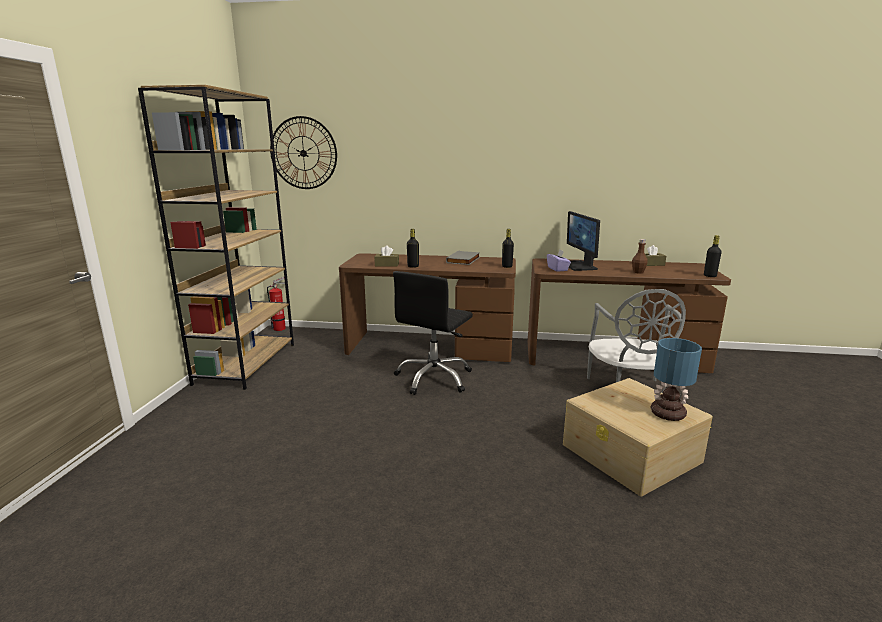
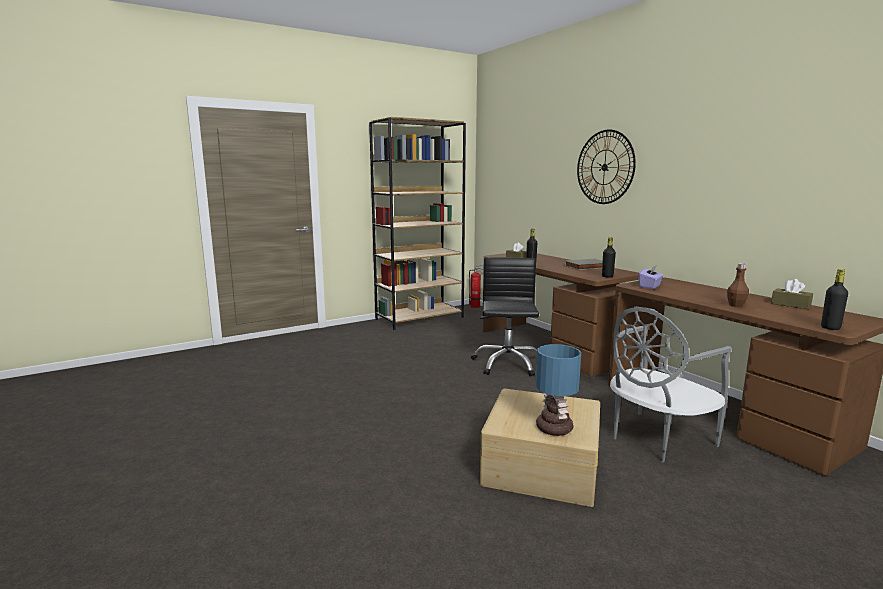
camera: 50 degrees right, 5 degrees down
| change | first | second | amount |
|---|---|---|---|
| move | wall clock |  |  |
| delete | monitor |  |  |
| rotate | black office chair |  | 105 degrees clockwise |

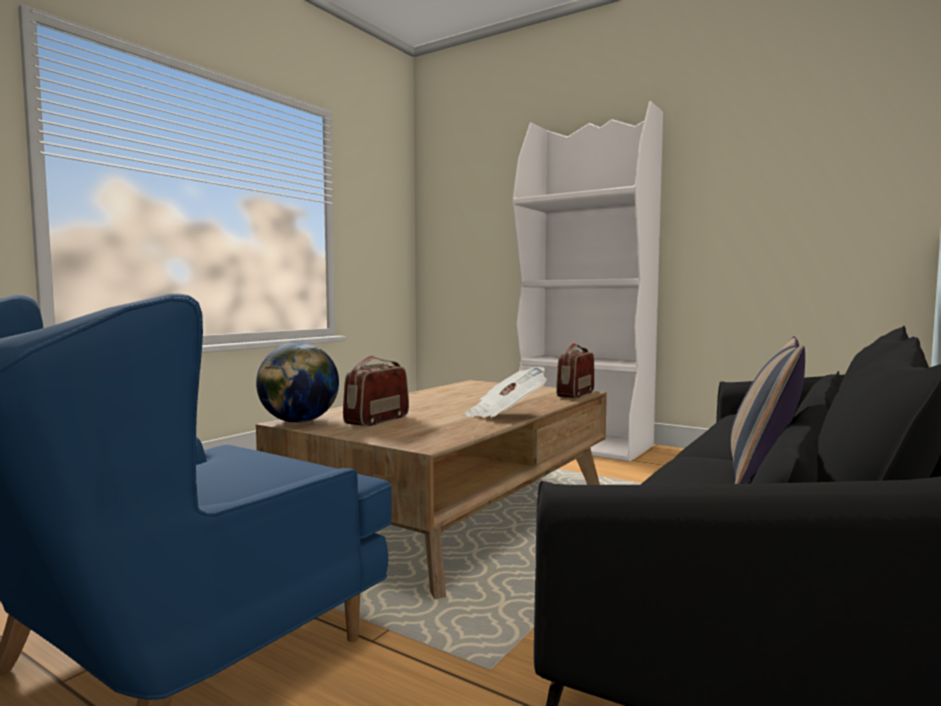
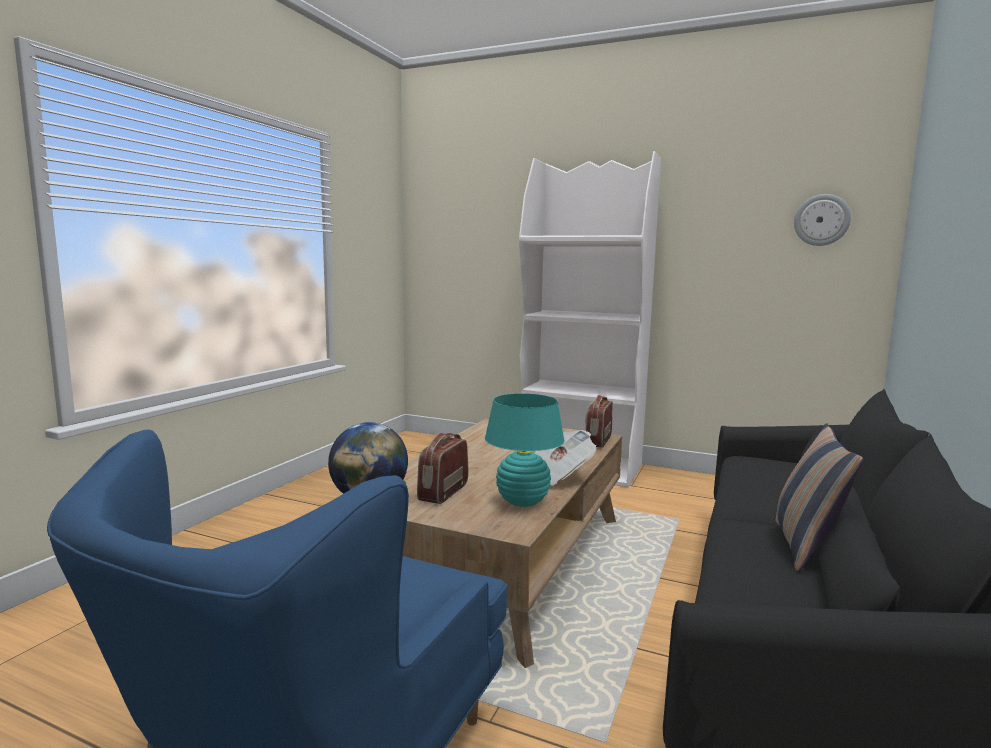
camera: 10 degrees left, 5 degrees up
| change | first | second | amount |
|---|---|---|---|
| insert |  | wall clock |  |
| insert |  | turquoise table lamp |  |

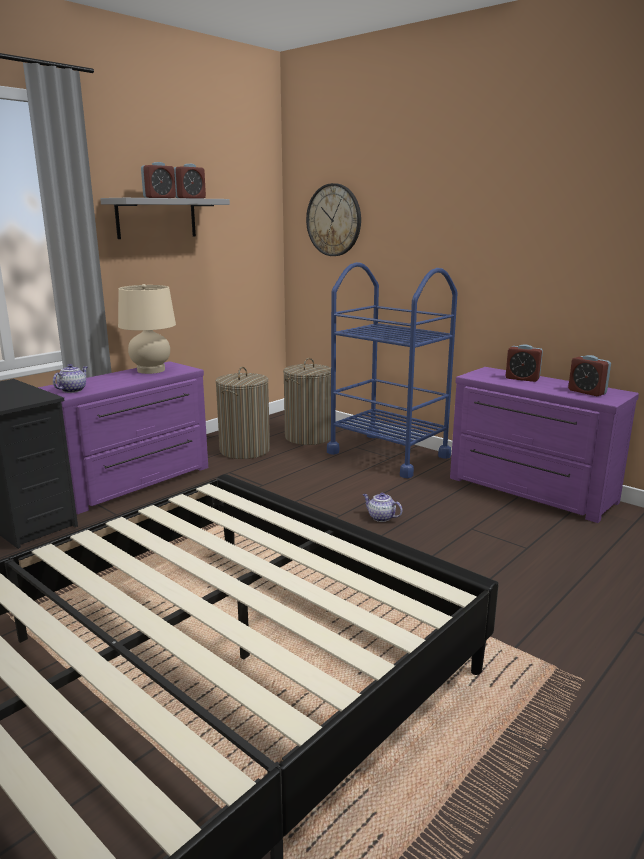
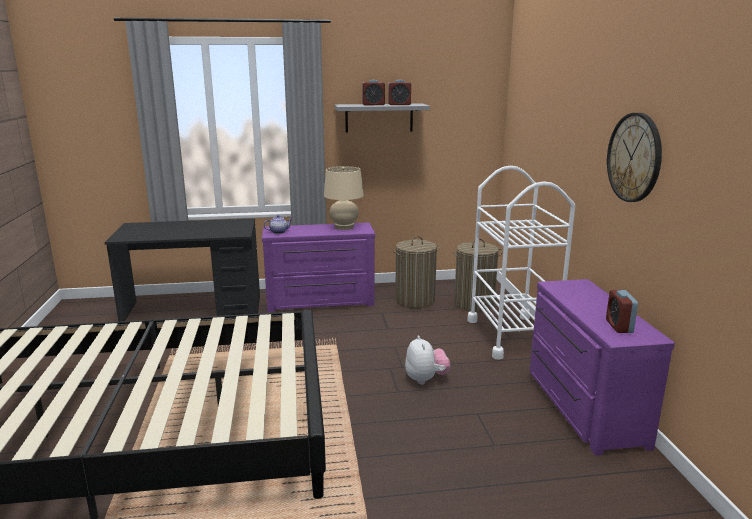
camera: 40 degrees right, 0 degrees up
| change | first | second | amount |
|---|---|---|---|
| move | wall clock |  |  |
| recolor | blue cart | white cart |  |
| delete | alarm clock (3rd from left) |  |  |
| replace | teapot (2nd from left) | plush toy |  |

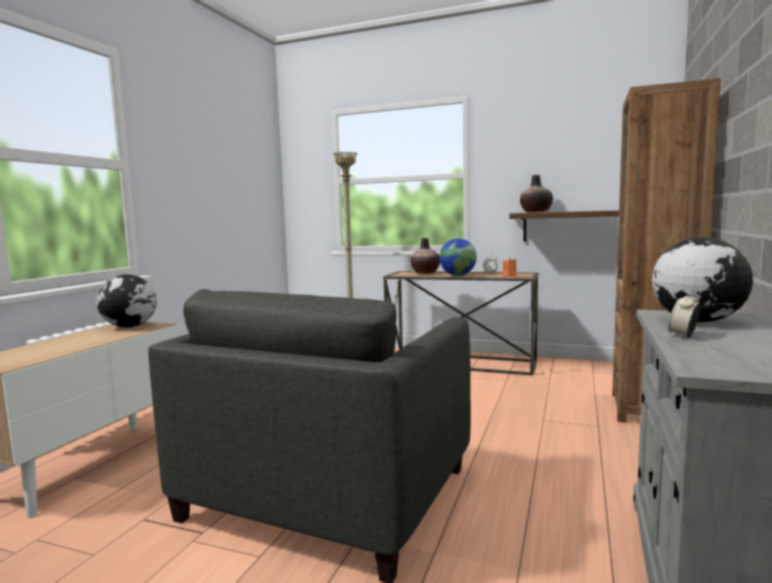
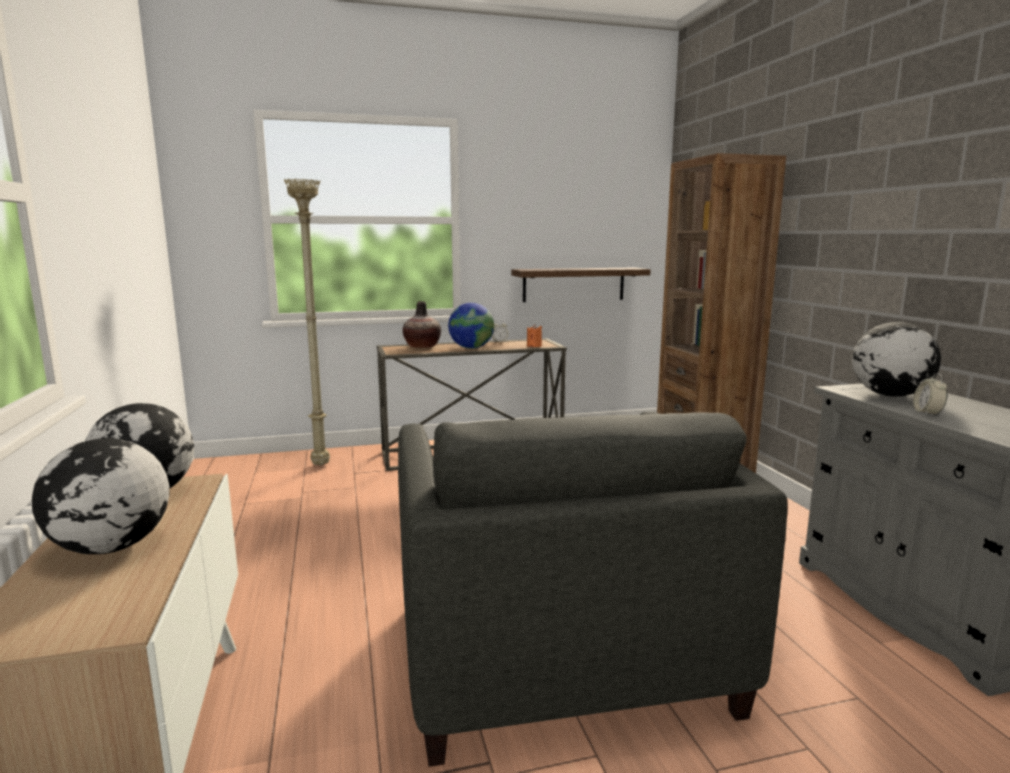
camera: 35 degrees left, 5 degrees up
| change | first | second | amount |
|---|---|---|---|
| delete | vase (2nd from left) |  |  |
| insert |  | globe (1st from left) |  |

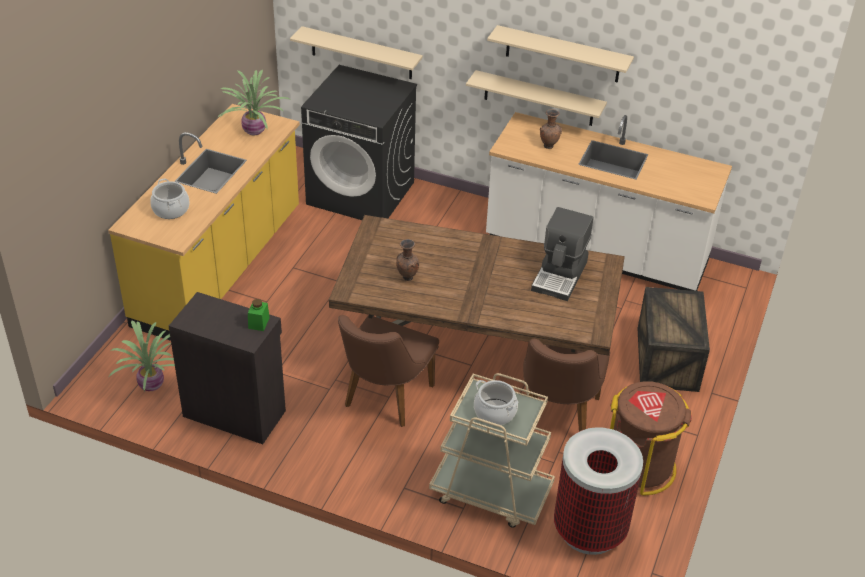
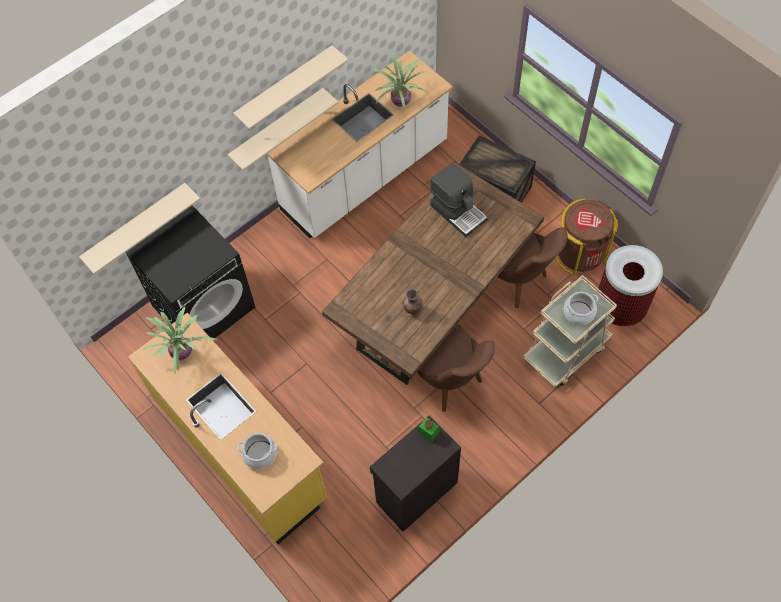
camera: 60 degrees left, 20 degrees up
| change | first | second | amount |
|---|---|---|---|
| delete | brown vase (2nd from left) |  |  |
| move | potted plant (1st from left in the first image) | potted plant (2nd from left) |  |

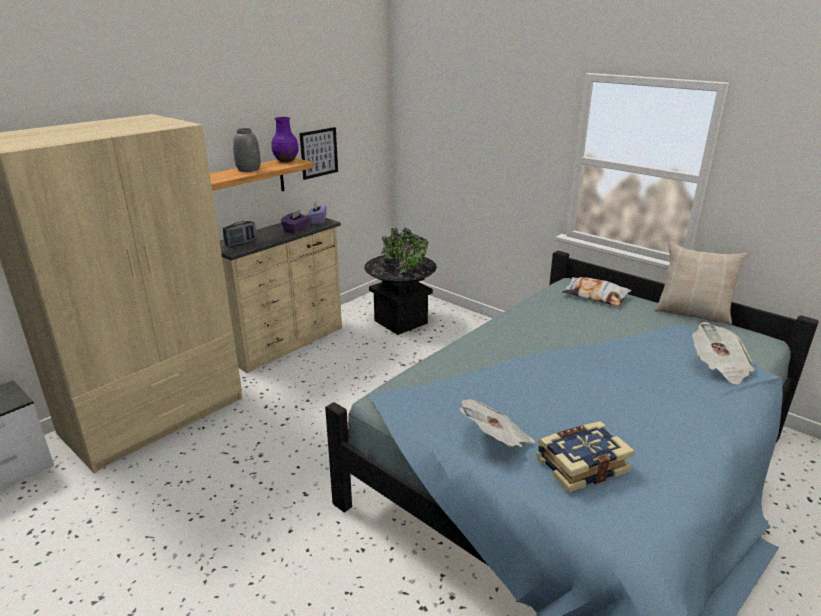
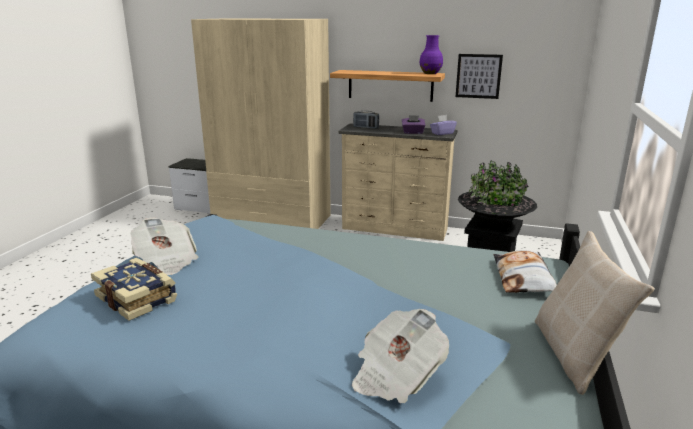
camera: 65 degrees right, 5 degrees down
| change | first | second | amount |
|---|---|---|---|
| delete | grey vase |  |  |

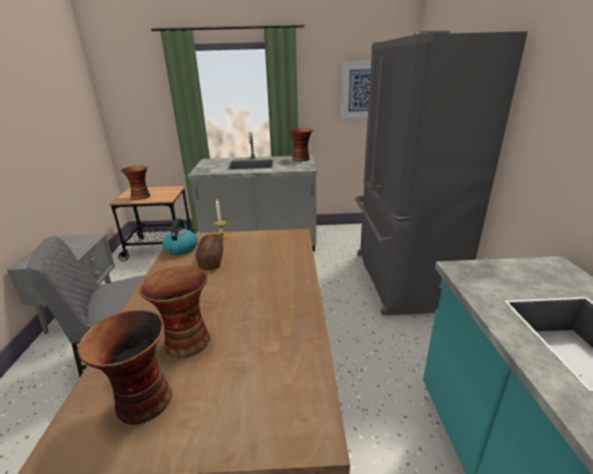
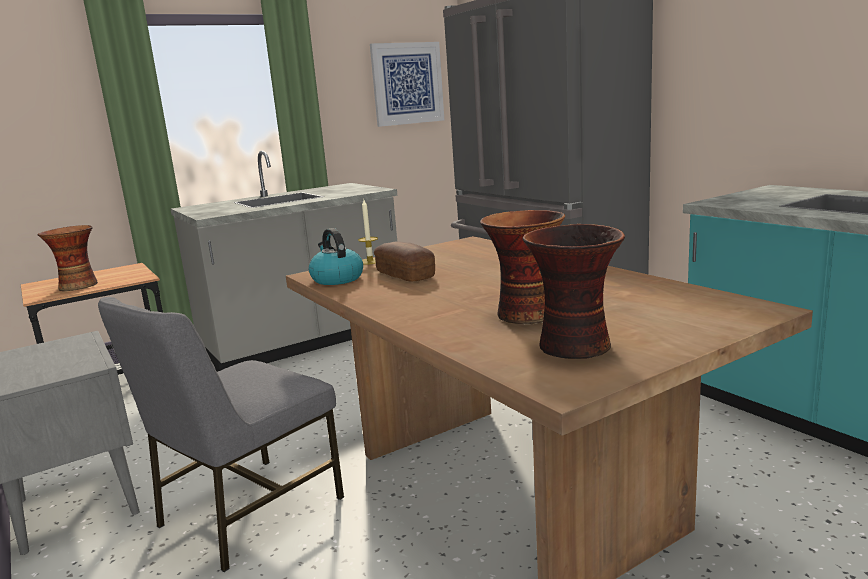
camera: 30 degrees left, 10 degrees down
| change | first | second | amount |
|---|---|---|---|
| delete | vase (4th from left) |  |  |

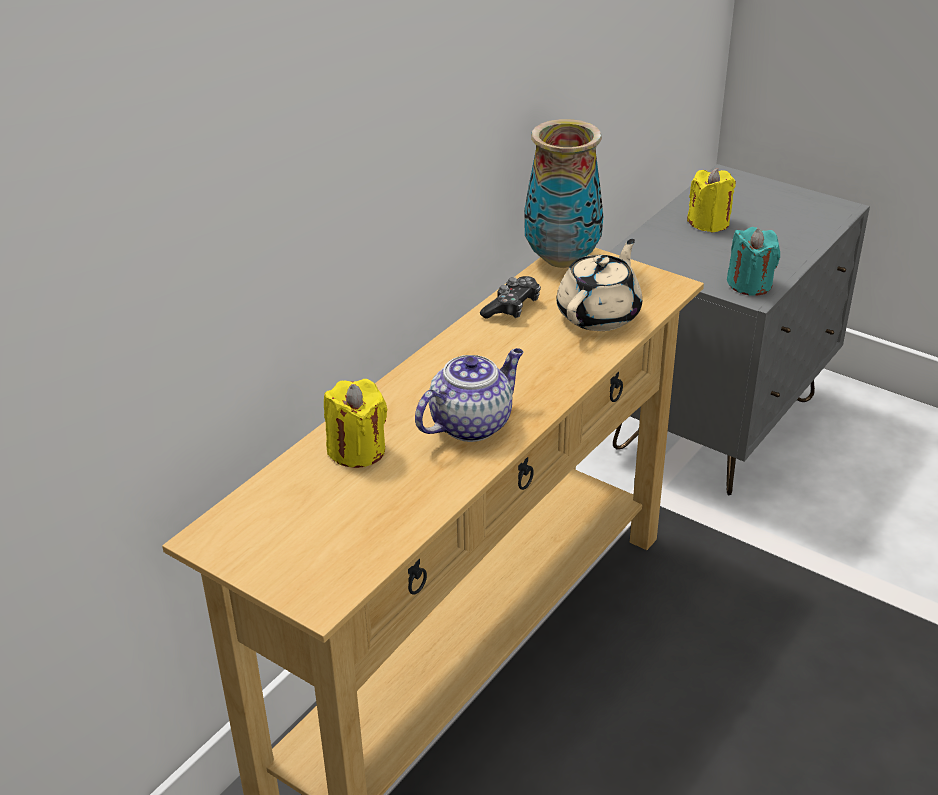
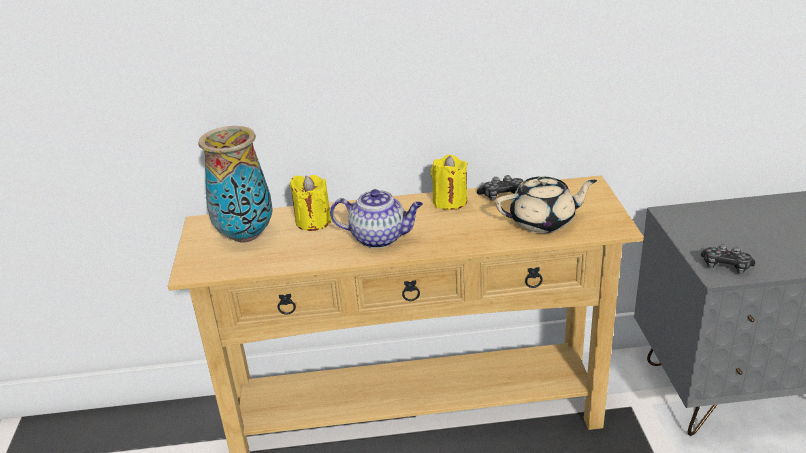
camera: 50 degrees right, 5 degrees down
| change | first | second | amount |
|---|---|---|---|
| move | vase |  |  |
| move | yellow candle (2nd from left) |  |  |
| replace | turquoise candle | game controller (2nd from left) |  |

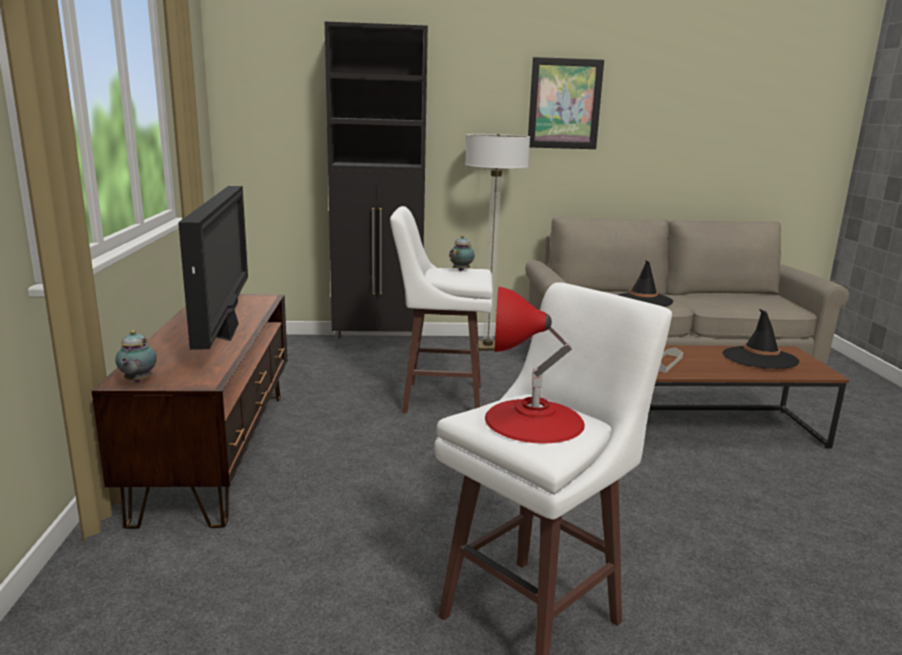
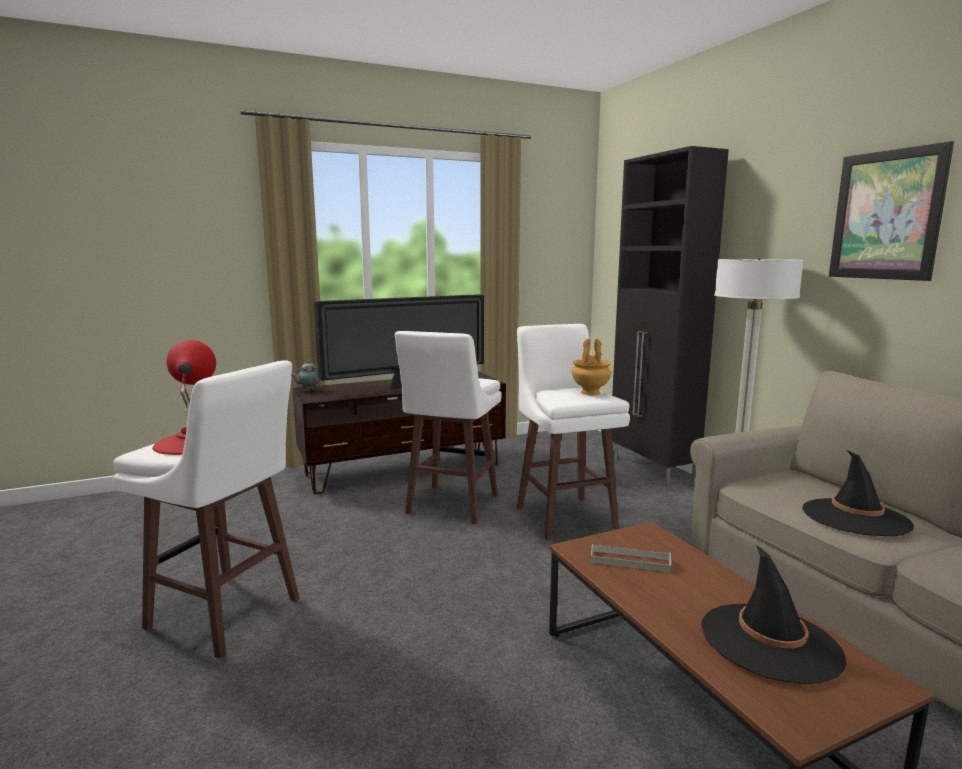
camera: 70 degrees right, 5 degrees down
| change | first | second | amount |
|---|---|---|---|
| replace | teapot (2nd from left) | brown vase |  |
| insert |  | white stool (2nd from left) |  |

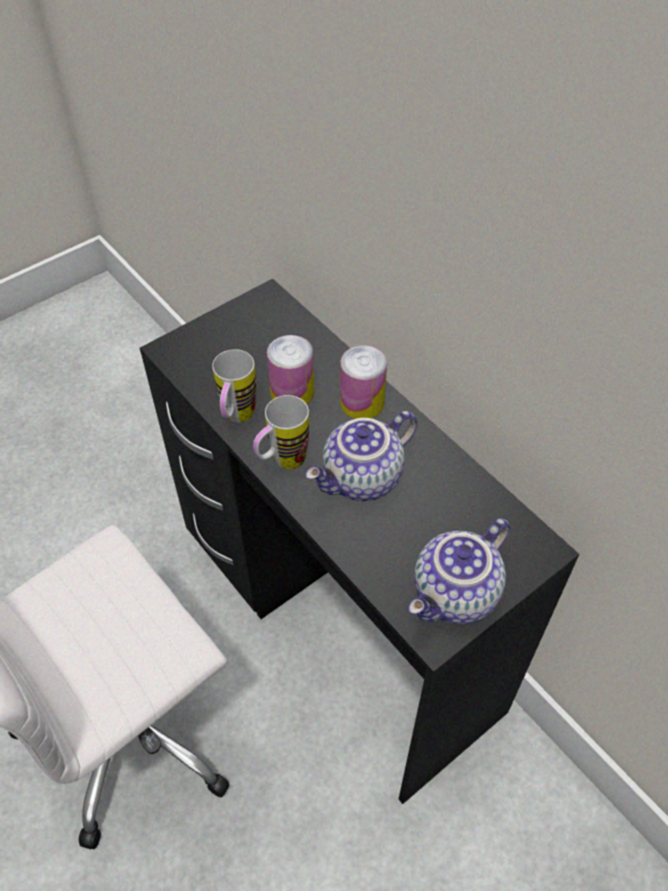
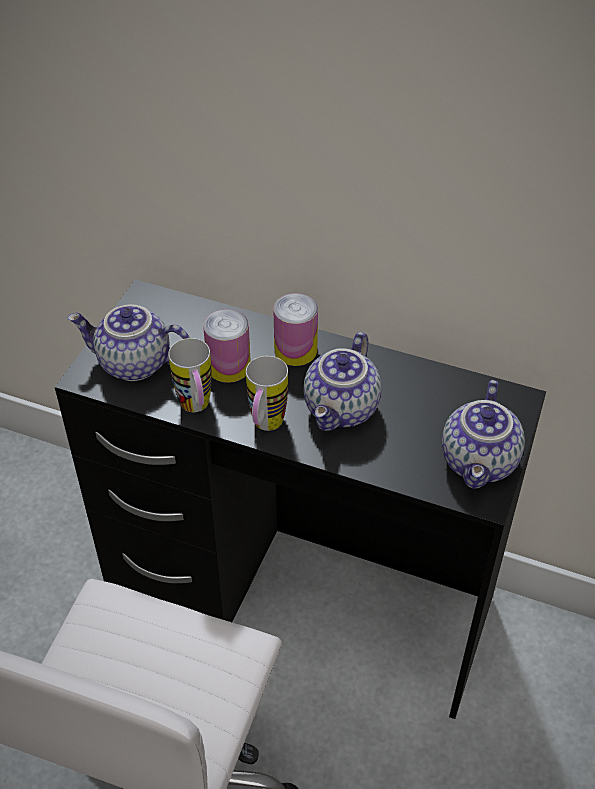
camera: 30 degrees left, 5 degrees down
| change | first | second | amount |
|---|---|---|---|
| insert |  | teapot (1st from left) |  |

